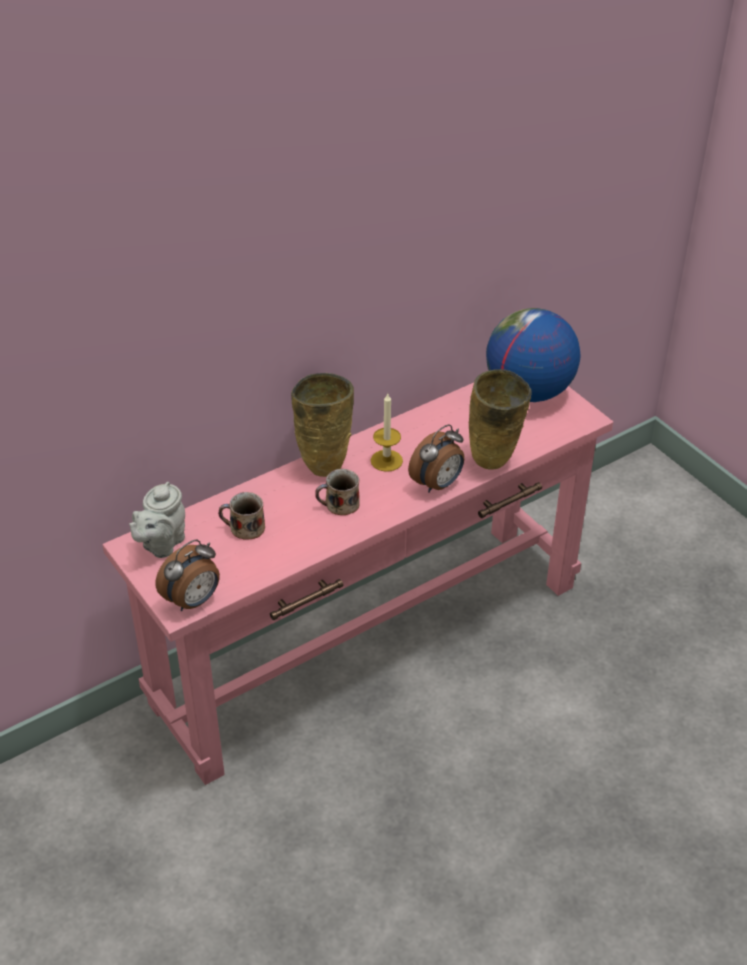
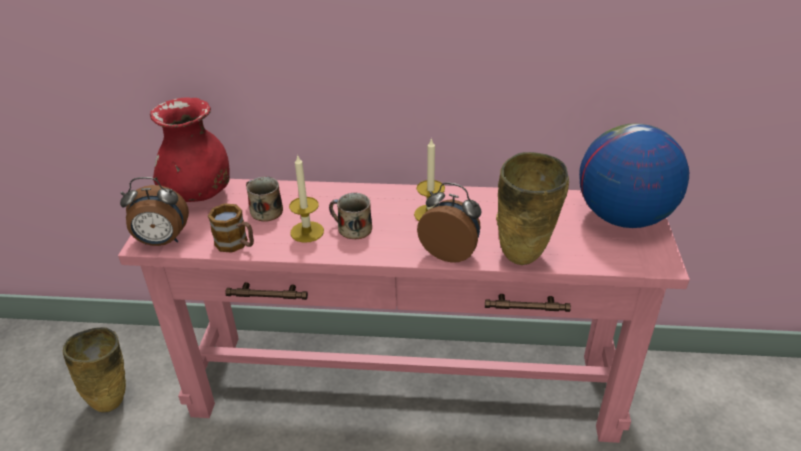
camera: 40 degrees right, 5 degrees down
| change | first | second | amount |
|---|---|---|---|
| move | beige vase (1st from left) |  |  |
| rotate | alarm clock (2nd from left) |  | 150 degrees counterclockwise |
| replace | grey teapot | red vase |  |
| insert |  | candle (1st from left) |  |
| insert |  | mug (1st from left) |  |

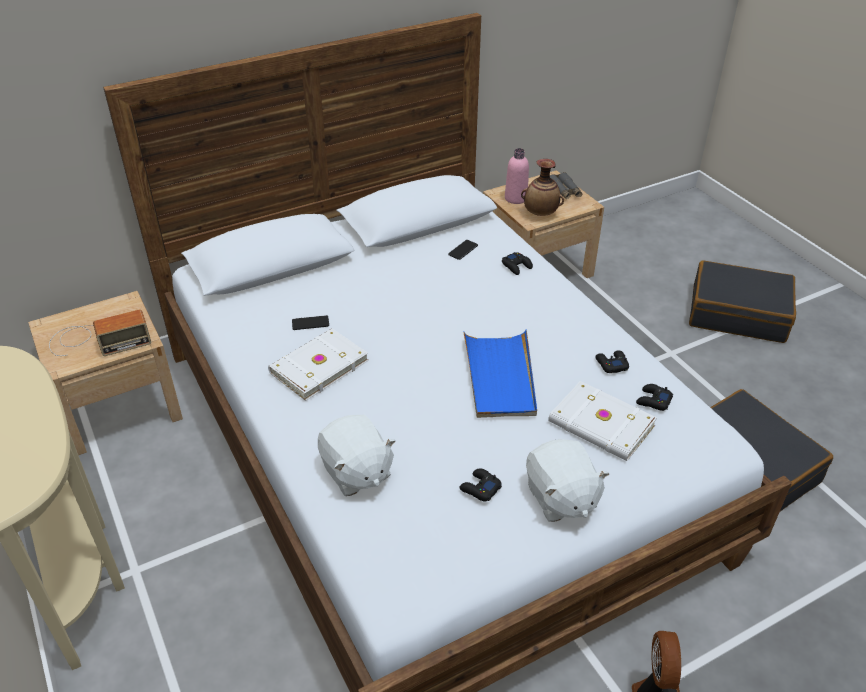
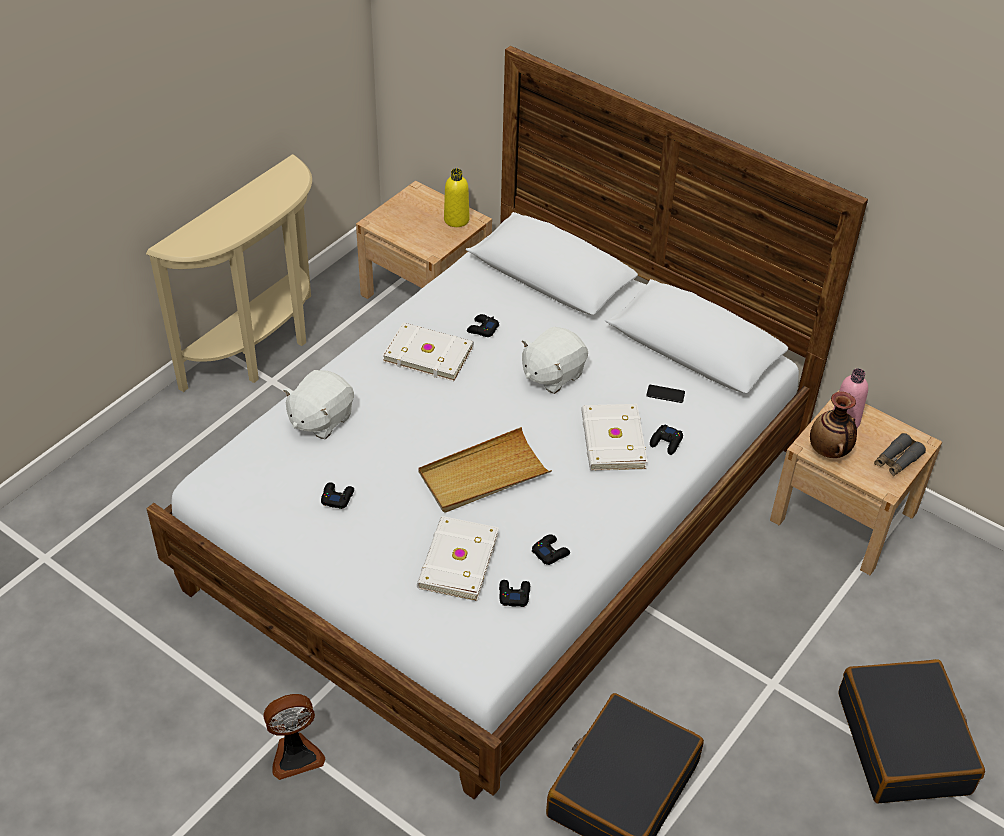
camera: 65 degrees right, 5 degrees up
| change | first | second | amount |
|---|---|---|---|
| delete | radio |  |  |
| replace | phone (1st from left) | black game controller (2nd from left) |  |
| recolor | blue tray | beige tray |  |
| move | white plush toy (2nd from left) |  |  |
| insert |  | yellow bottle |  |
| insert |  | white book (3rd from left) |  |

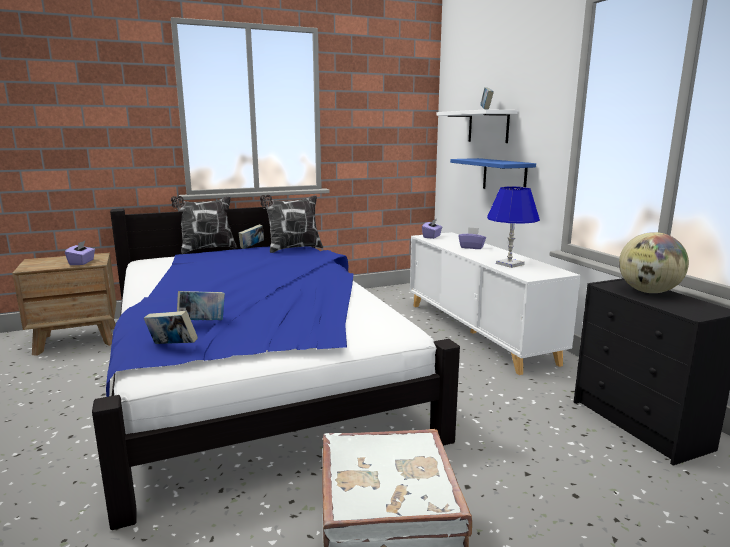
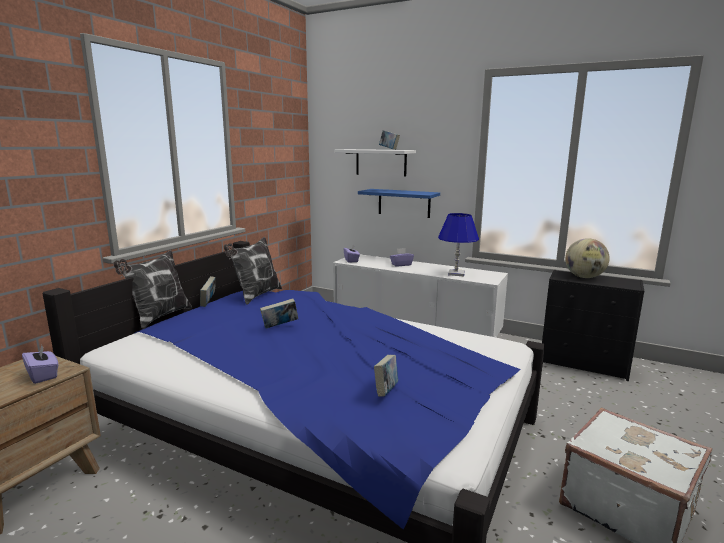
camera: 40 degrees left, 0 degrees up
| change | first | second | amount |
|---|---|---|---|
| move | book (1st from left in the first image) | book (2nd from left) |  |

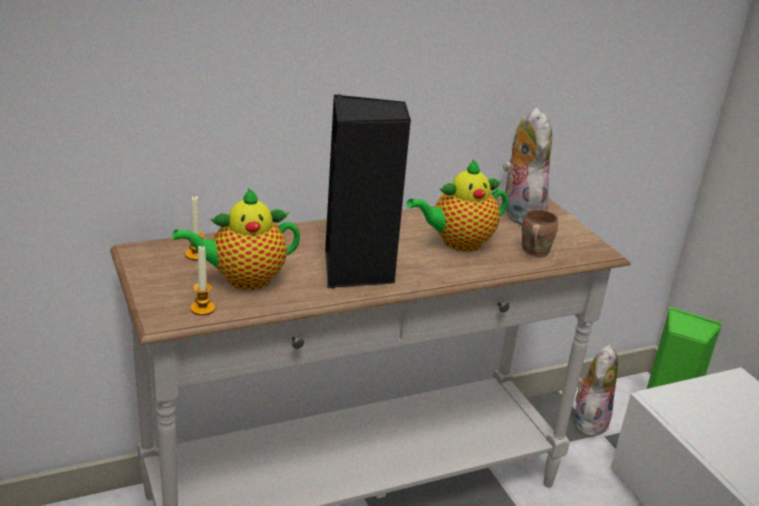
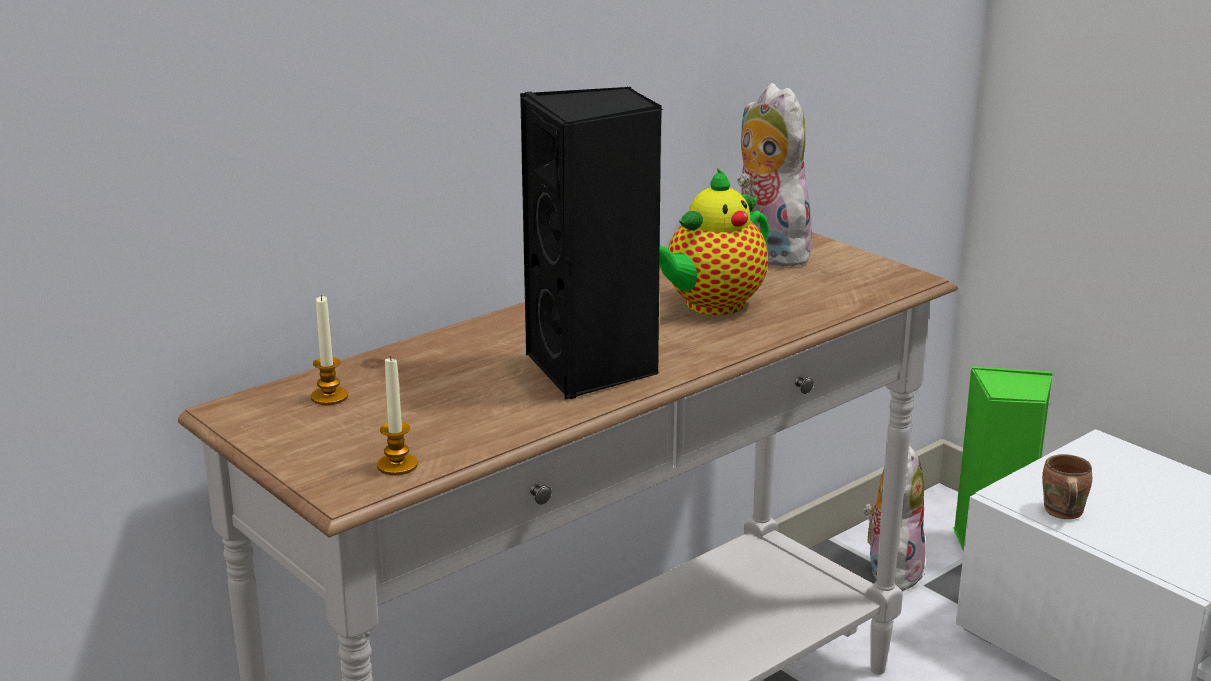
camera: 15 degrees left, 5 degrees down
| change | first | second | amount |
|---|---|---|---|
| delete | teapot (1st from left) |  |  |
| move | brown mug |  |  |

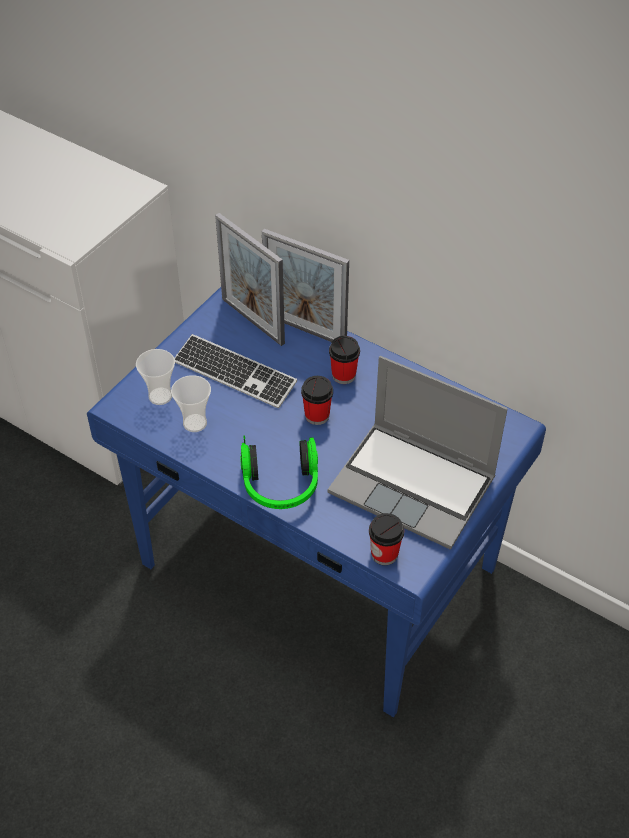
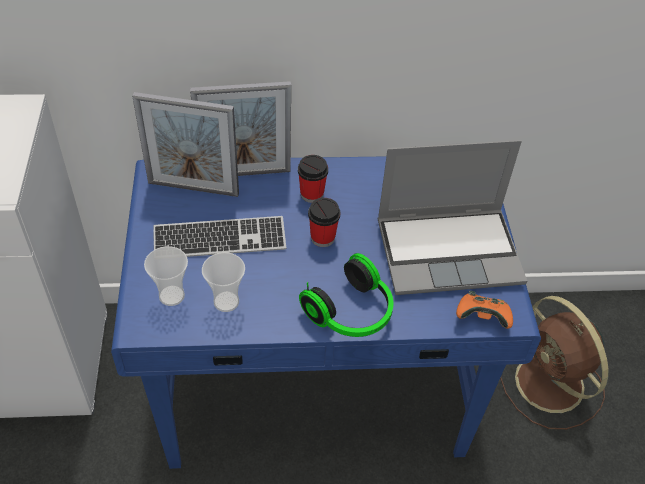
camera: 40 degrees left, 0 degrees up
| change | first | second | amount |
|---|---|---|---|
| replace | cup (5th from left) | orange game controller |  |
| insert |  | brown fan |  |

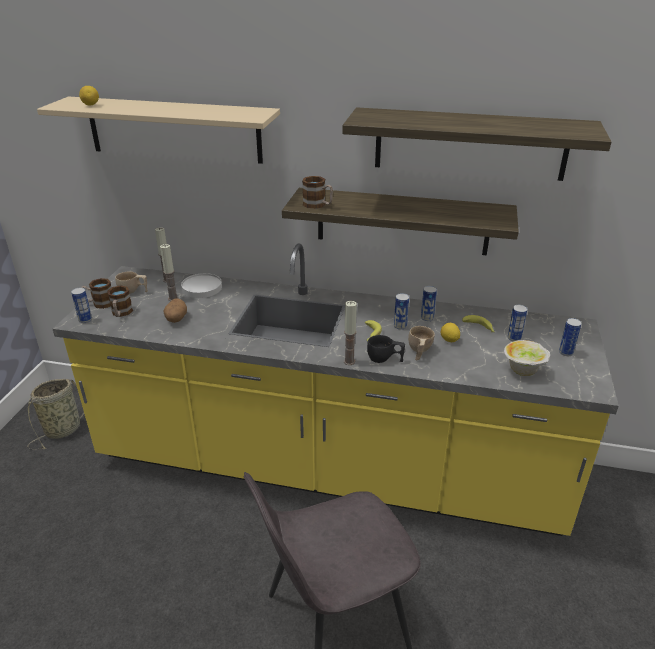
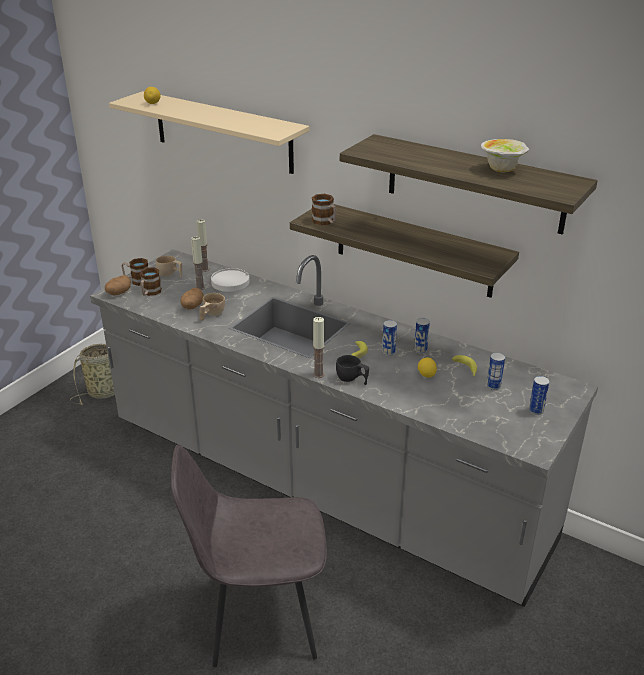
camera: 20 degrees right, 0 degrees up
| change | first | second | amount |
|---|---|---|---|
| recolor | yellow counter | grey counter |  |
| replace | can (1st from left) | potato (1st from left) |  |
| move | beige cup (2nd from left) |  |  |
| move | bowl |  |  |

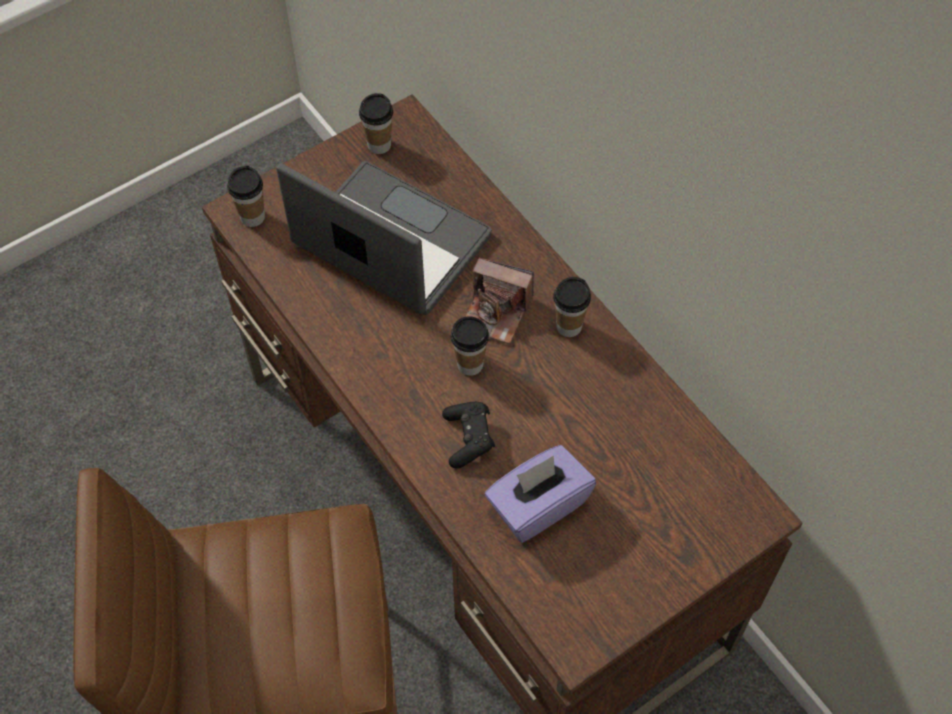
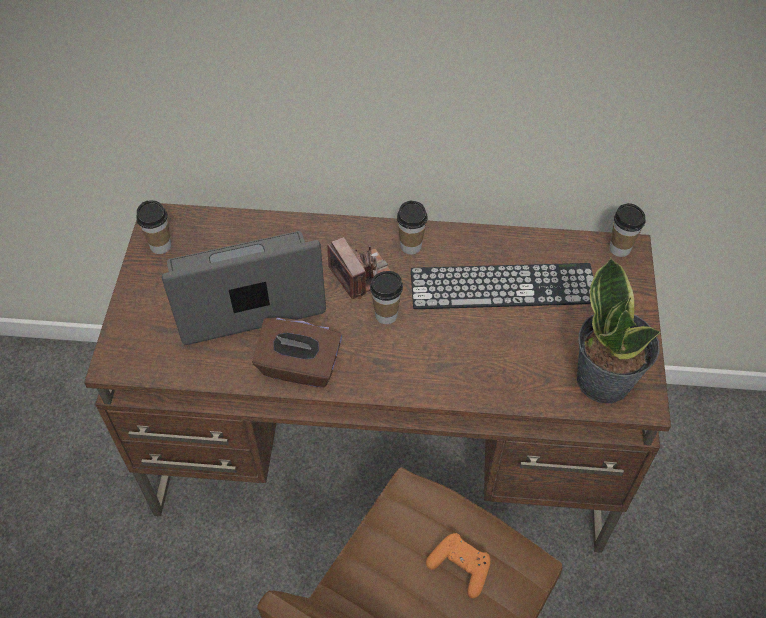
camera: 50 degrees left, 5 degrees down
| change | first | second | amount |
|---|---|---|---|
| move | cup (1st from left in the first image) | cup (4th from left) |  |
| rotate | photo camera |  | 90 degrees counterclockwise |
| delete | black game controller |  |  |
| delete | purple tissue box |  |  |
| insert |  | potted plant |  |
| insert |  | keyboard |  |
| insert |  | brown tissue box |  |
| insert |  | orange game controller |  |

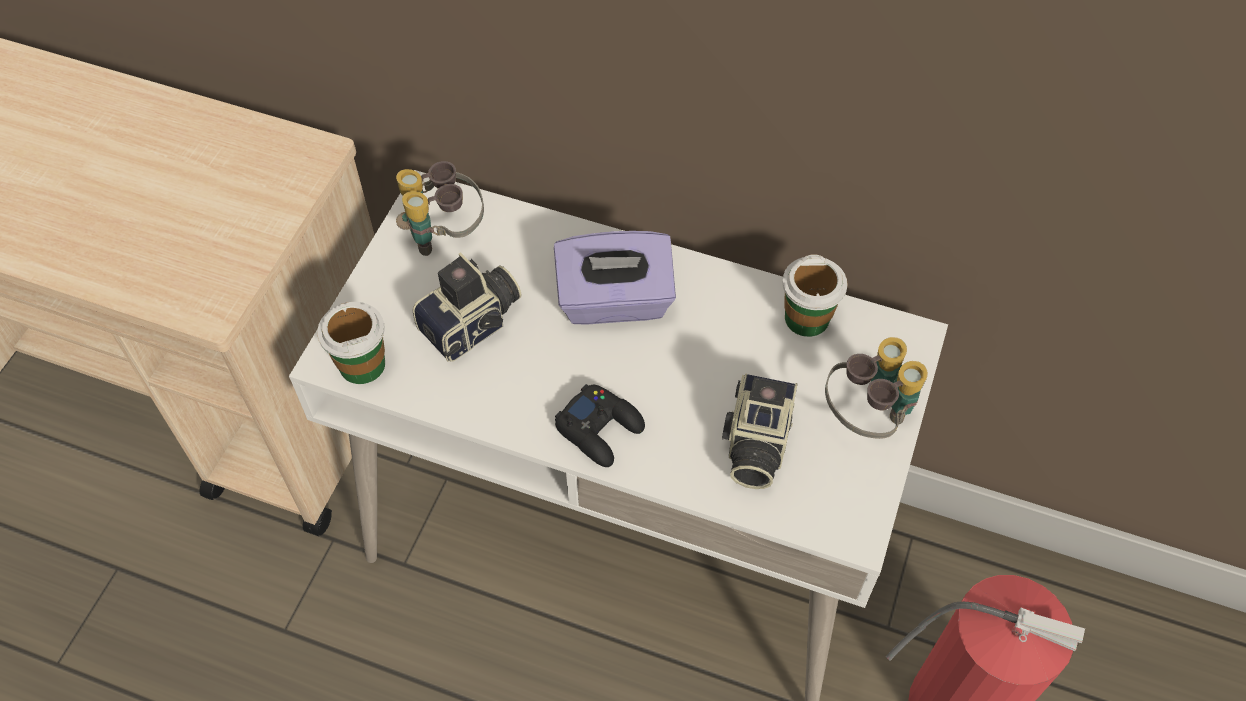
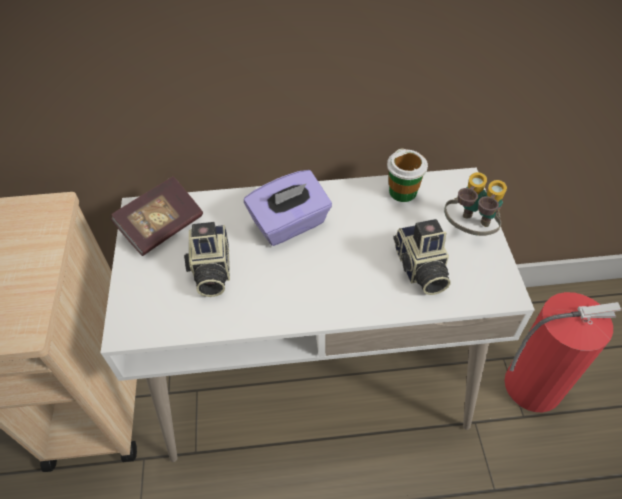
camera: 25 degrees left, 5 degrees down
| change | first | second | amount |
|---|---|---|---|
| replace | binoculars (1st from left) | book |  |
| rotate | photo camera (1st from left) |  | 150 degrees clockwise |
| delete | cup (1st from left) |  |  |
| delete | black game controller |  |  |

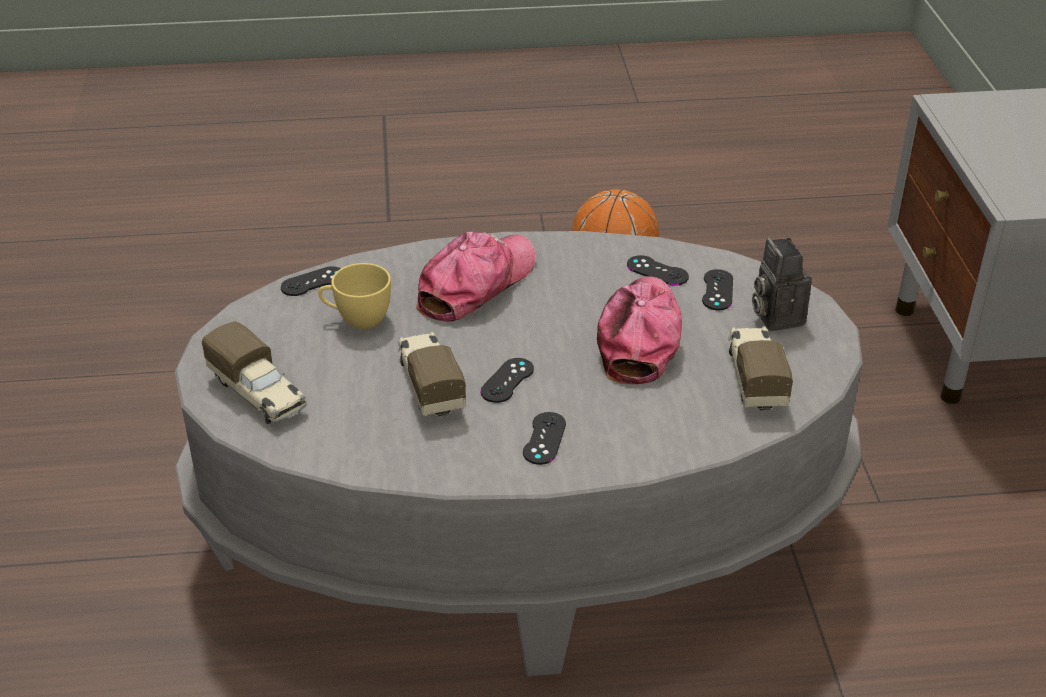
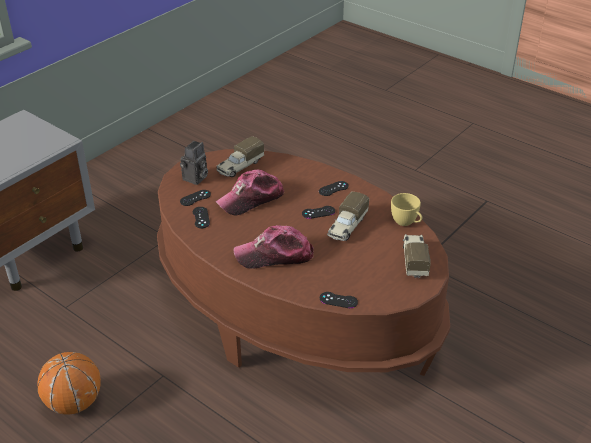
camera: 135 degrees left, 0 degrees up
| change | first | second | amount |
|---|---|---|---|
| recolor | grey coffee table | brown coffee table |  |
| move | yellow cup |  |  |

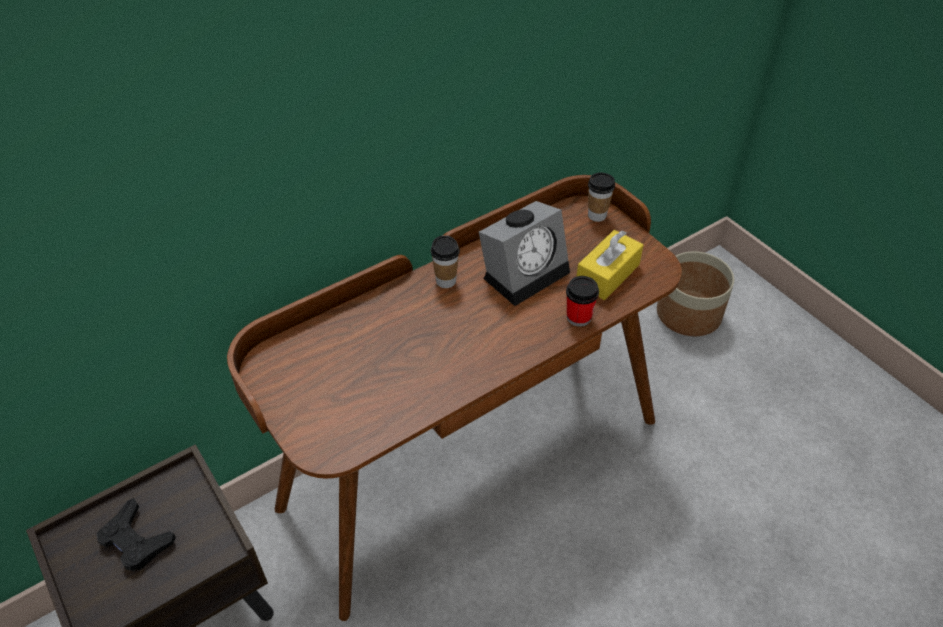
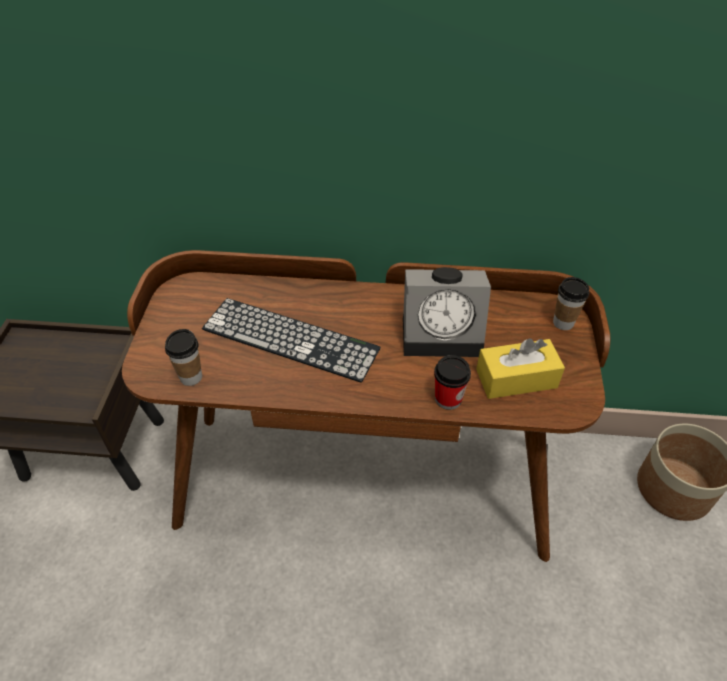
camera: 40 degrees right, 0 degrees up
| change | first | second | amount |
|---|---|---|---|
| move | cup (1st from left) |  |  |
| delete | black game controller |  |  |
| insert |  | keyboard |  |

